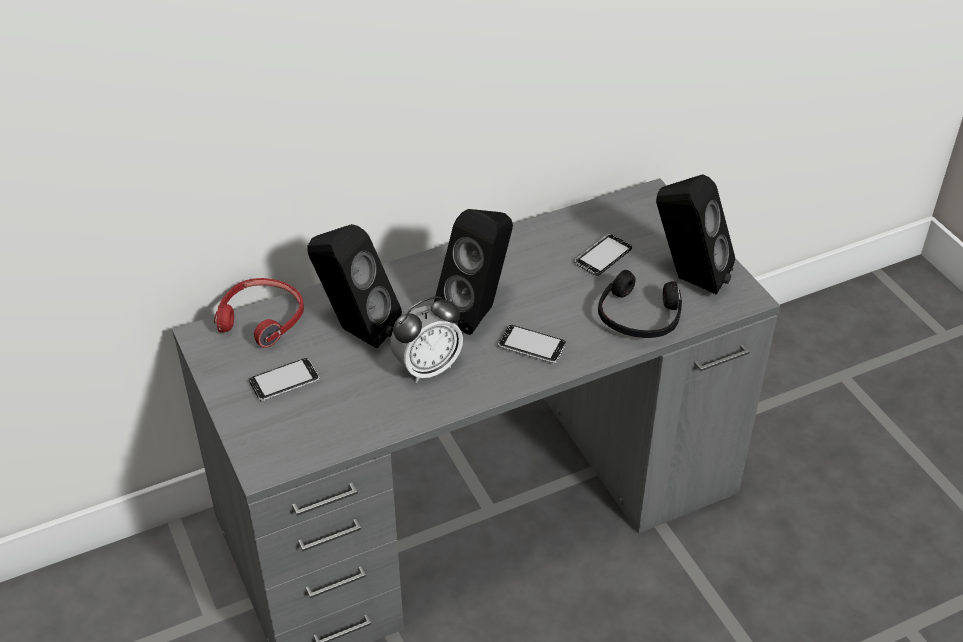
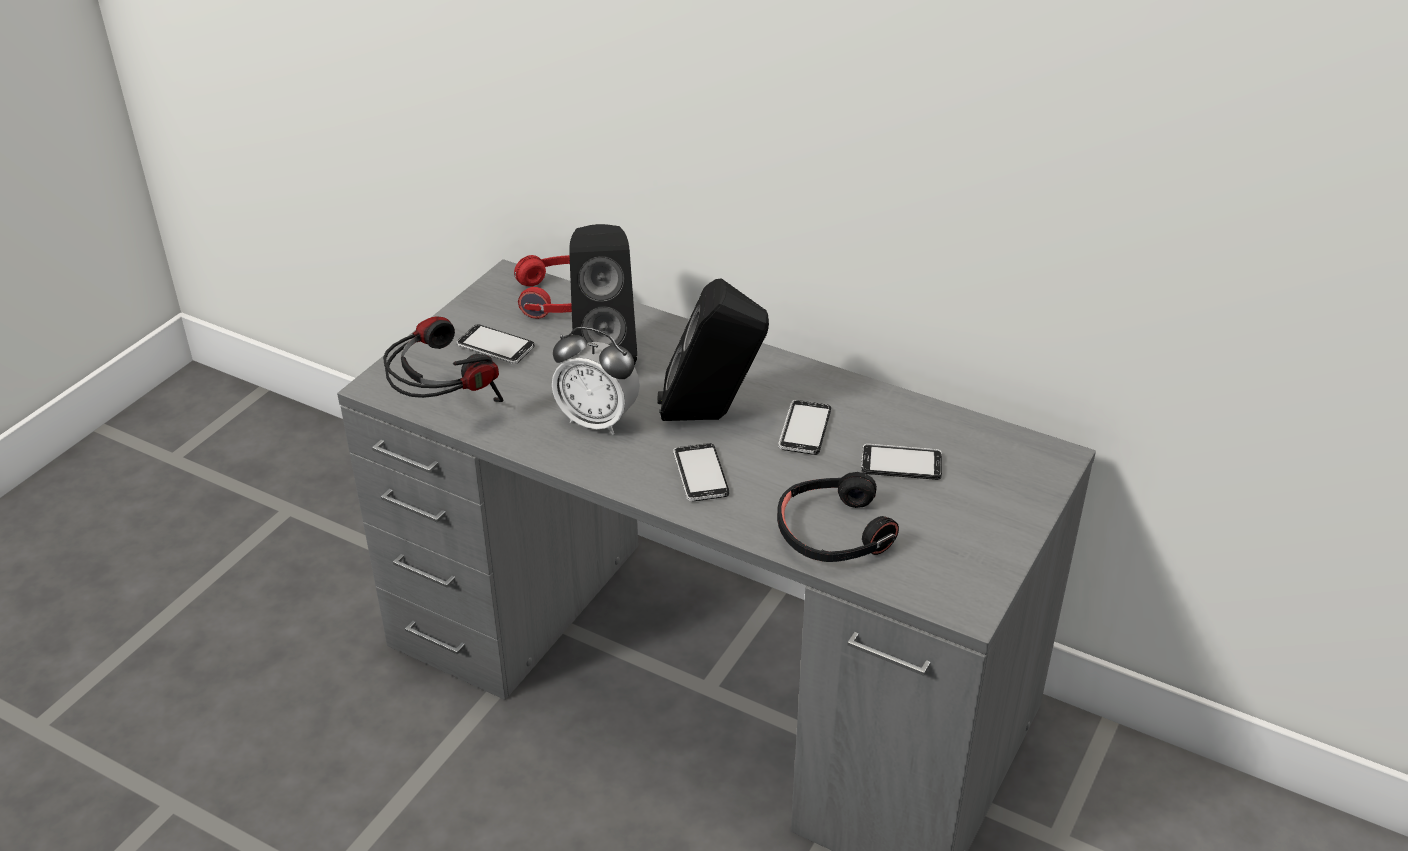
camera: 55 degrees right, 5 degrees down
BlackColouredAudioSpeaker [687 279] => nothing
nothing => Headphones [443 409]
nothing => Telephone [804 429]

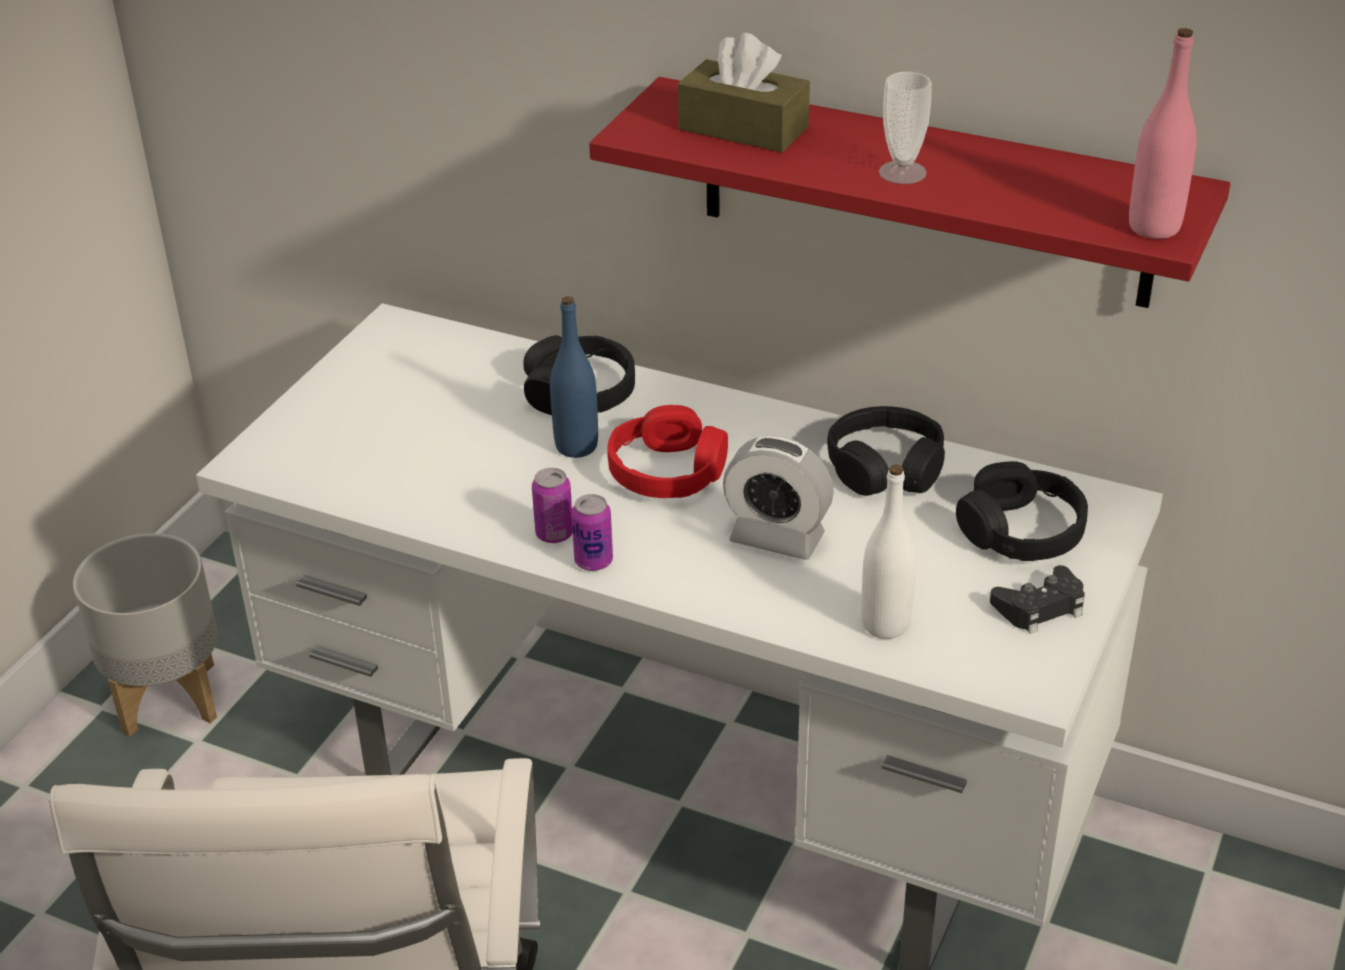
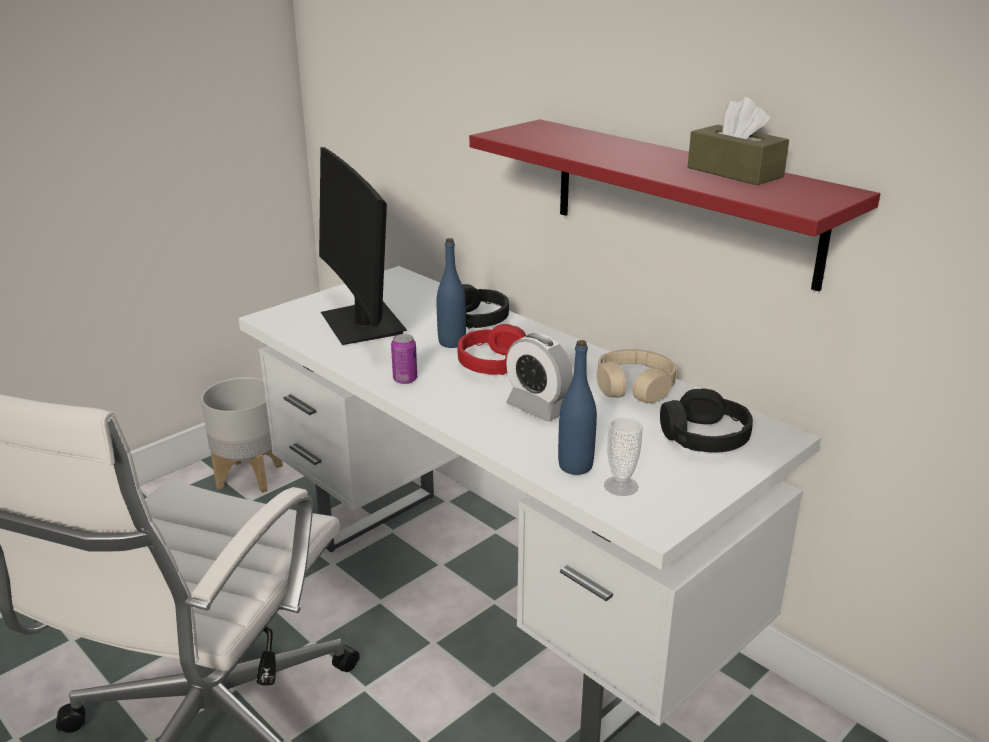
camera: 20 degrees right, 10 degrees down
Can [593 561] => nothing
BrownTissueBox [743 128] => BrownTissueBox [734 172], relocated
BlackColouredHeadphones [885 467] => BeigeHeadphones [634 387]
WhitishDrinkBottle [885 624] => BlueColouredDrinkBottle [575 466]
Cup [902 172] => Cup [621 486], relocated
BlackColouredGameController [1040 607] => nothing
PinkishDrinkBottle [1154 227] => nothing
nothing => Monitor [362 324]

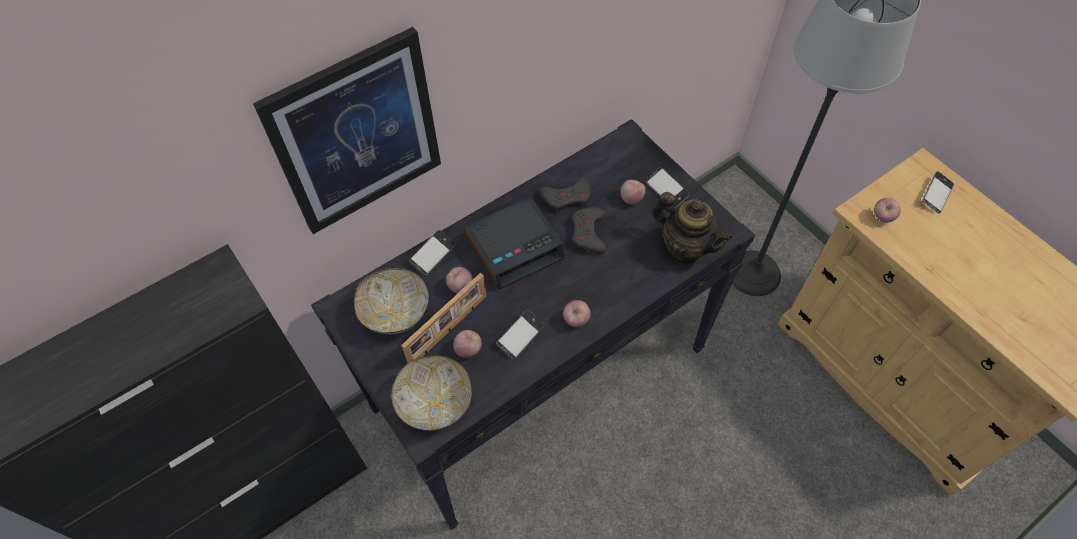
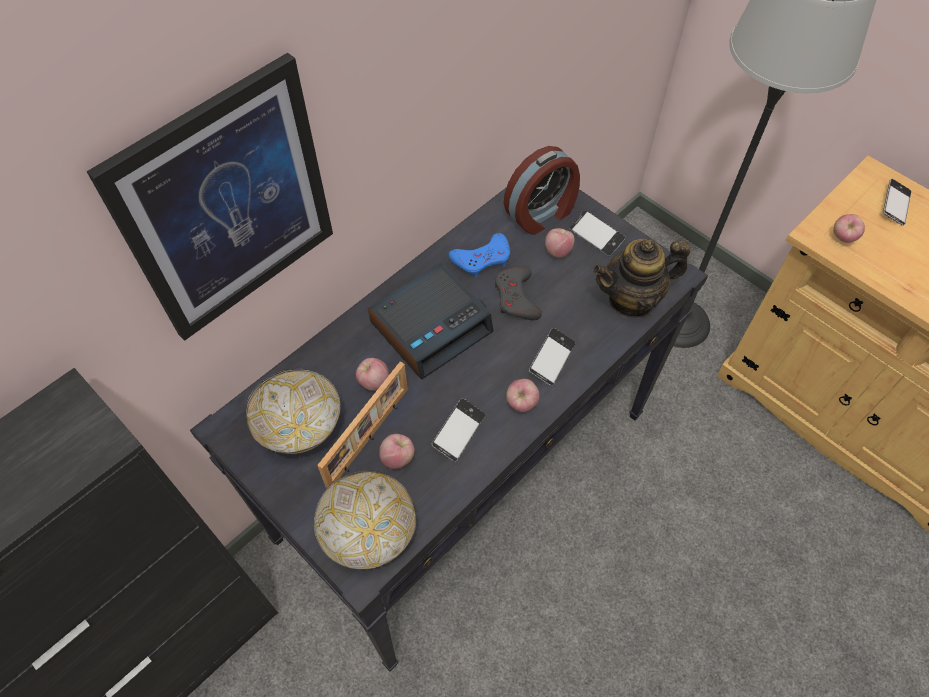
camera: 10 degrees left, 0 degrees up
Telephone [433 255] => Telephone [551 359], relocated
GreyishGameController [567 197] => BlueColouredGameController [482 259]
Teapot [685 247] => Teapot [632 300], 135 degrees clockwise
nothing => BedsideClock [541 213]

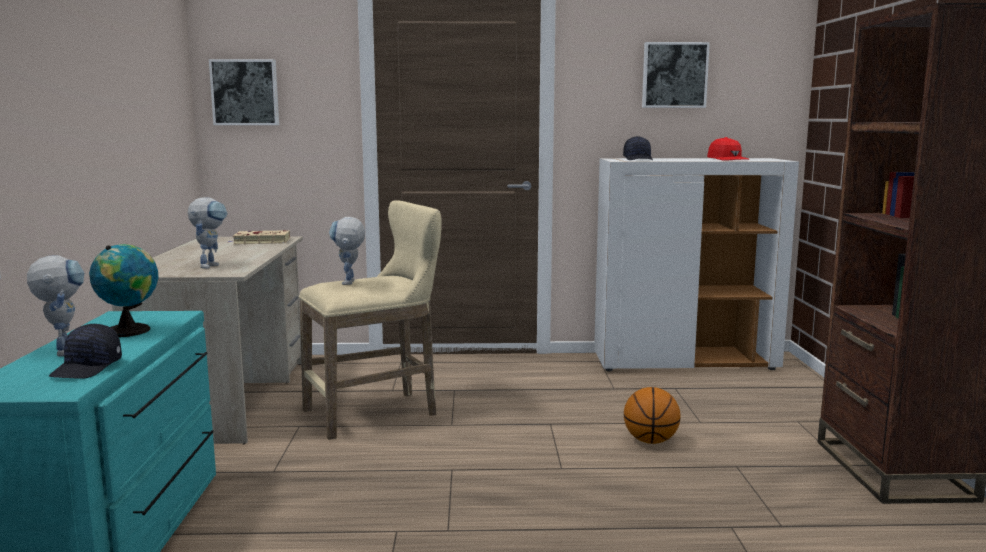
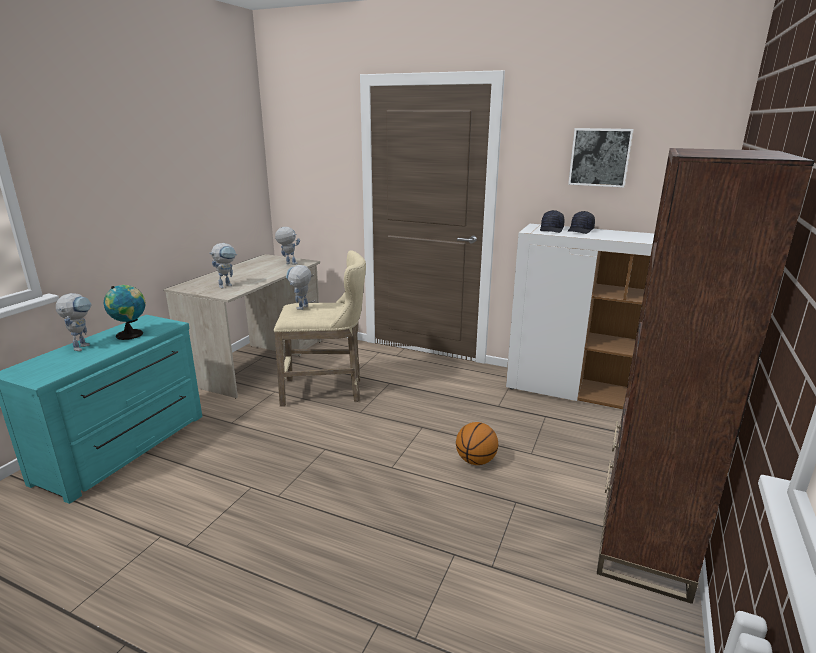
camera: 25 degrees right, 10 degrees up
BlackColouredPeakedCap [88 368] => BlackColouredPeakedCap [581 230], relocated
Picture [245 92] => nothing
BeigeBoundBook [260 241] => ModelRobot [288 263]
RedPeakedCap [727 159] => nothing

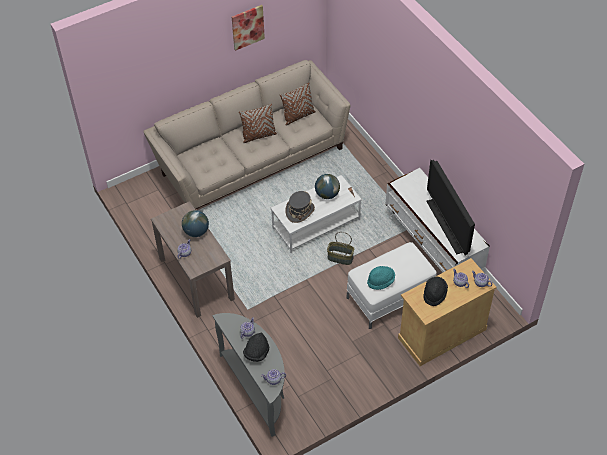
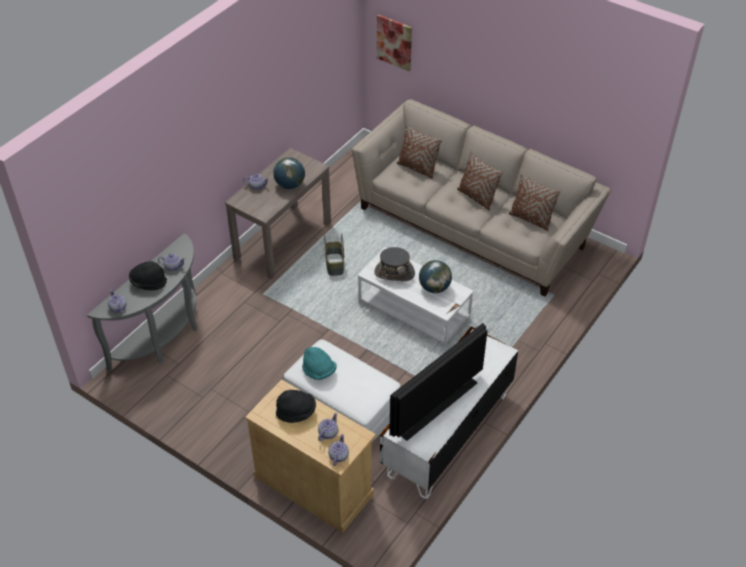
camera: 65 degrees right, 5 degrees down
Picture [247 27] => Picture [394 42], relocated
StorageBasket [340 258] => StorageBasket [334 264], relocated
nothing => BrownPillow [417 168]

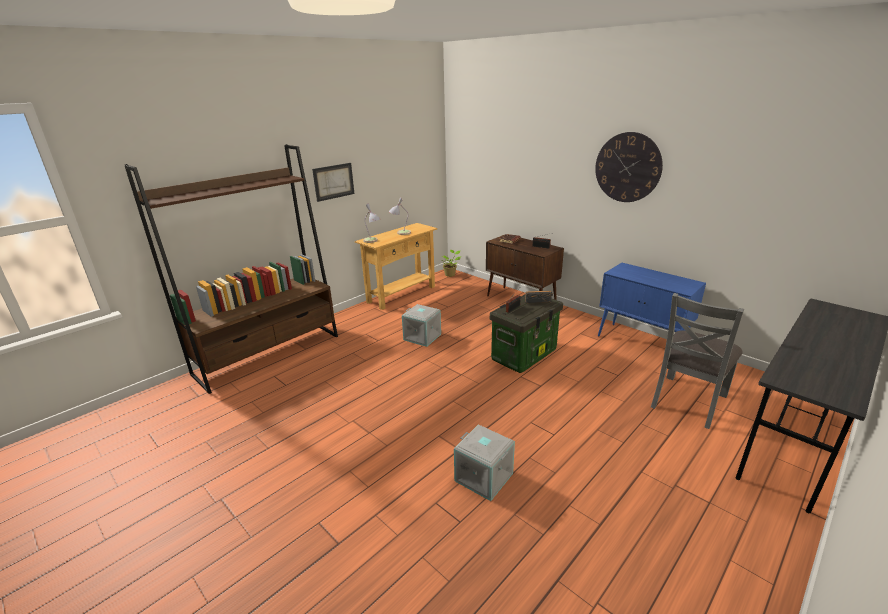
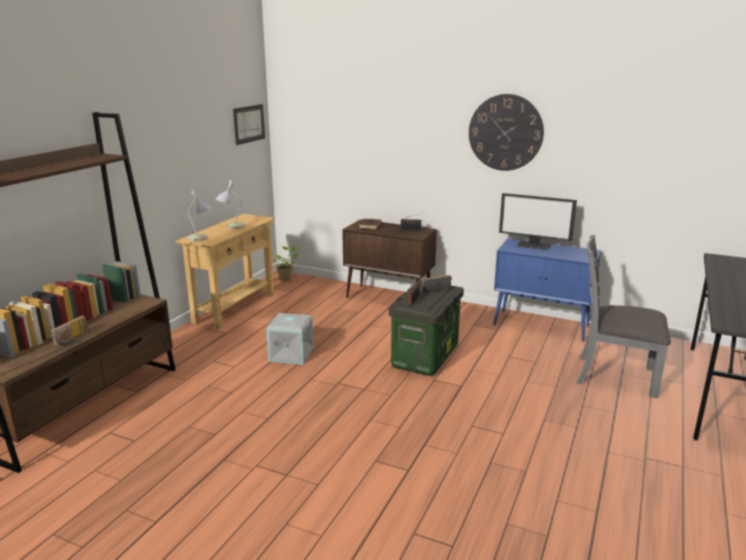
camera: 20 degrees left, 5 degrees down
Picture [333 181] => Picture [248 124], relocated
GreyishStorageBox [484 476] => nothing
GreyishPlainChair [688 401] => GreyishPlainChair [615 375], 90 degrees clockwise
nothing => Radio [72 339]
nothing => Monitor [534 245]

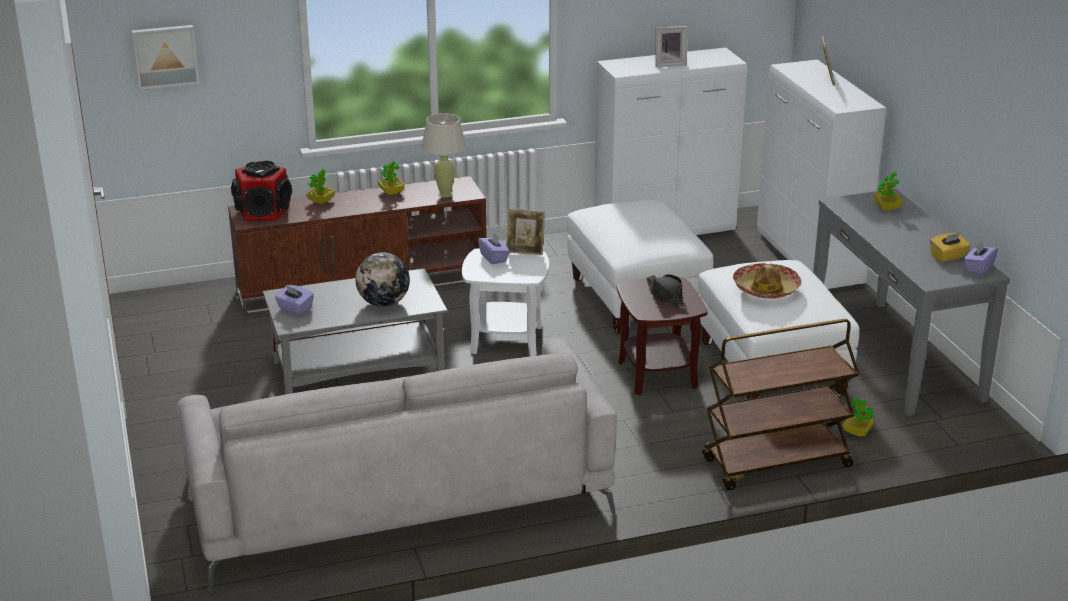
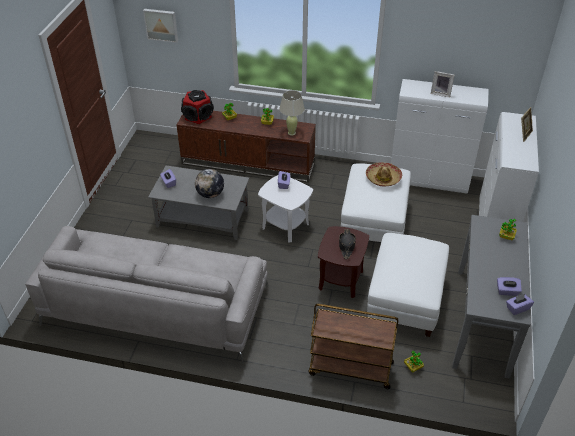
camera: 30 degrees right, 15 degrees up
PictureFrame [525 251] => nothing
Hat [766 289] => Hat [383 178], relocated
YellowishTissueBox [948 257] => PurplishTissueBox [507 291]

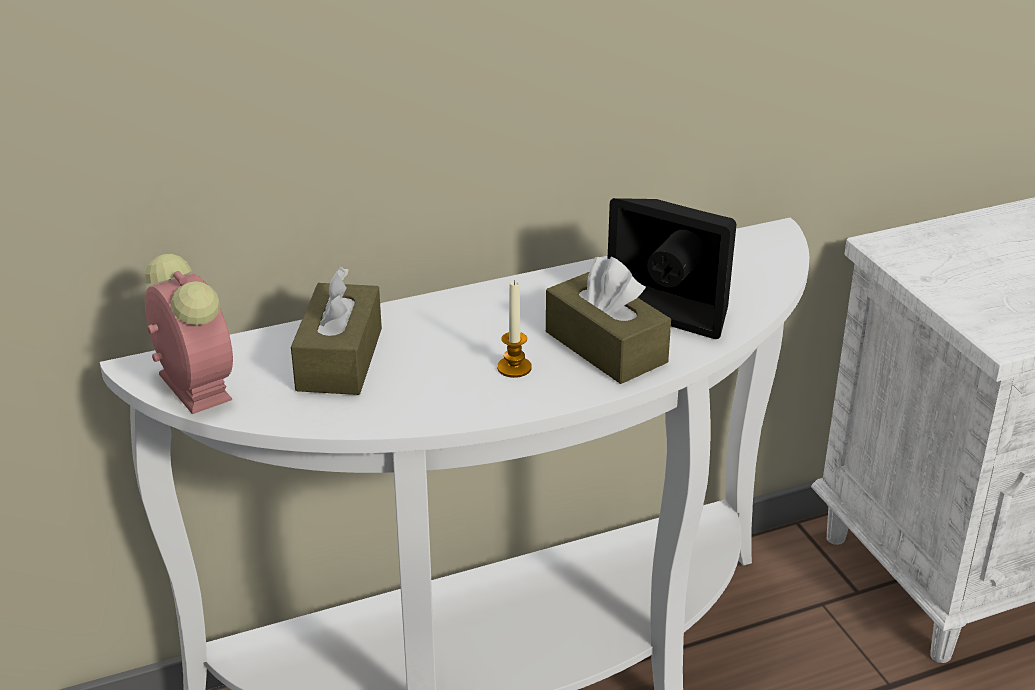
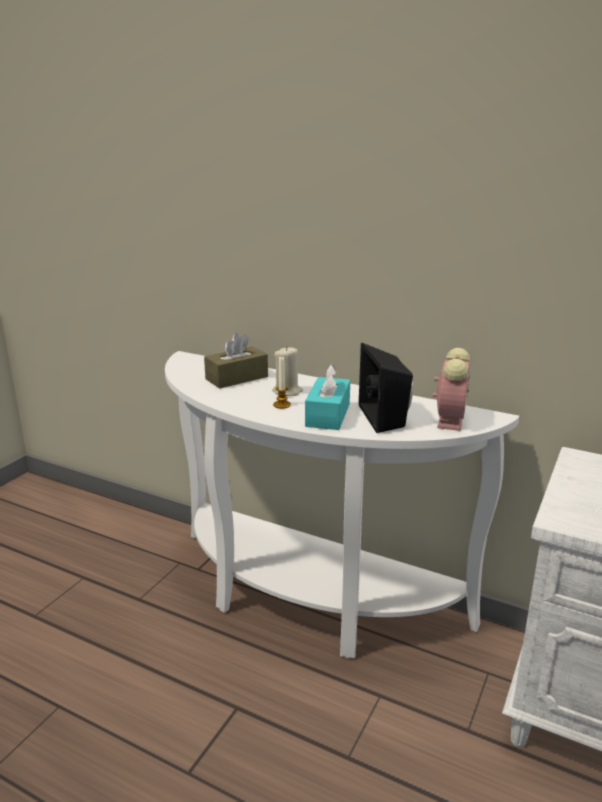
camera: 50 degrees right, 10 degrees down
BedsideClock [192 385] => BedsideClock [450 419], relocated
BrownTissueBox [605 347] => TurquoiseTissueBox [328 415]
nothing => BeigeCandle [287 391]

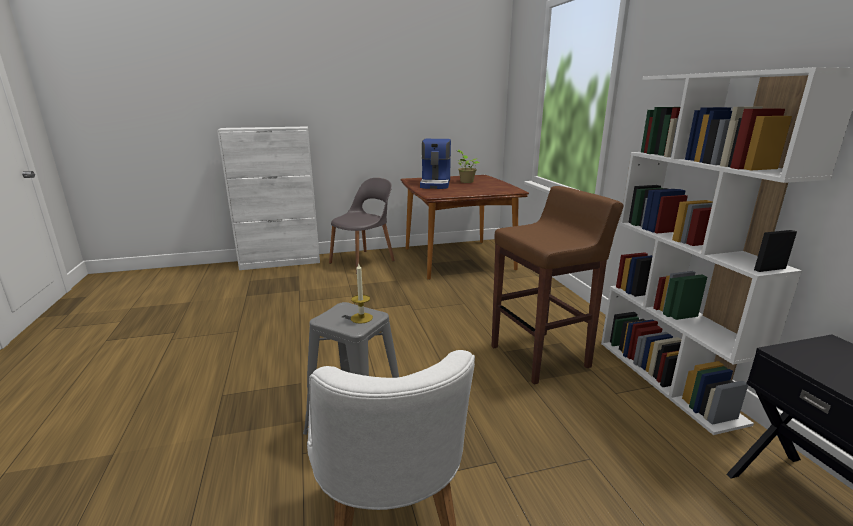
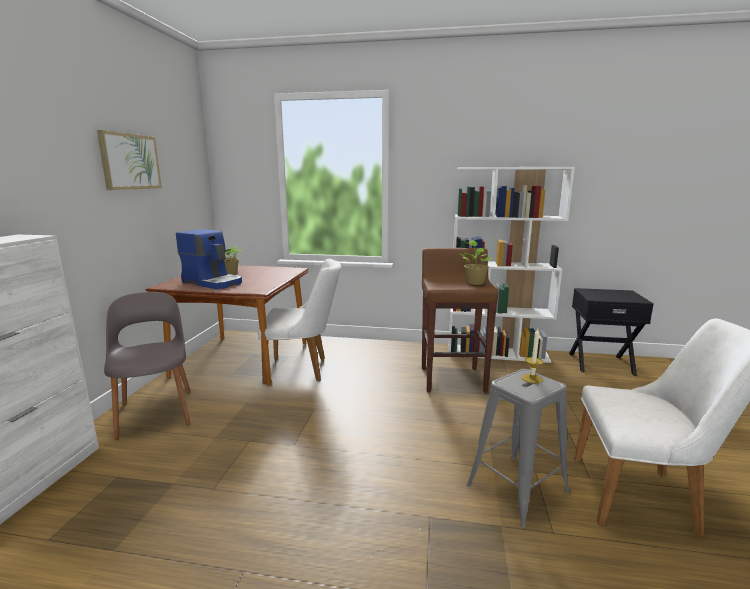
camera: 65 degrees left, 5 degrees down
nothing => Picture [130 161]
nothing => WhitishPlainChair [303 369]
nothing => PlantInAPot [474 282]

